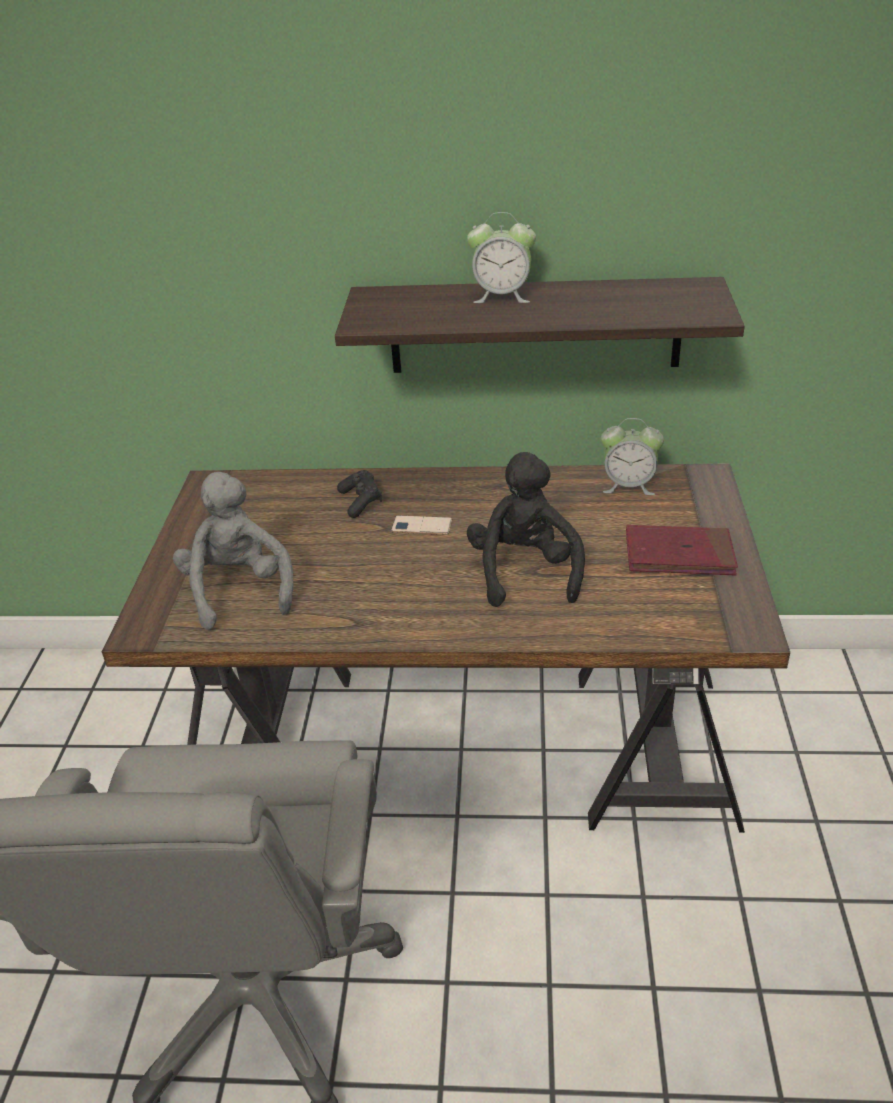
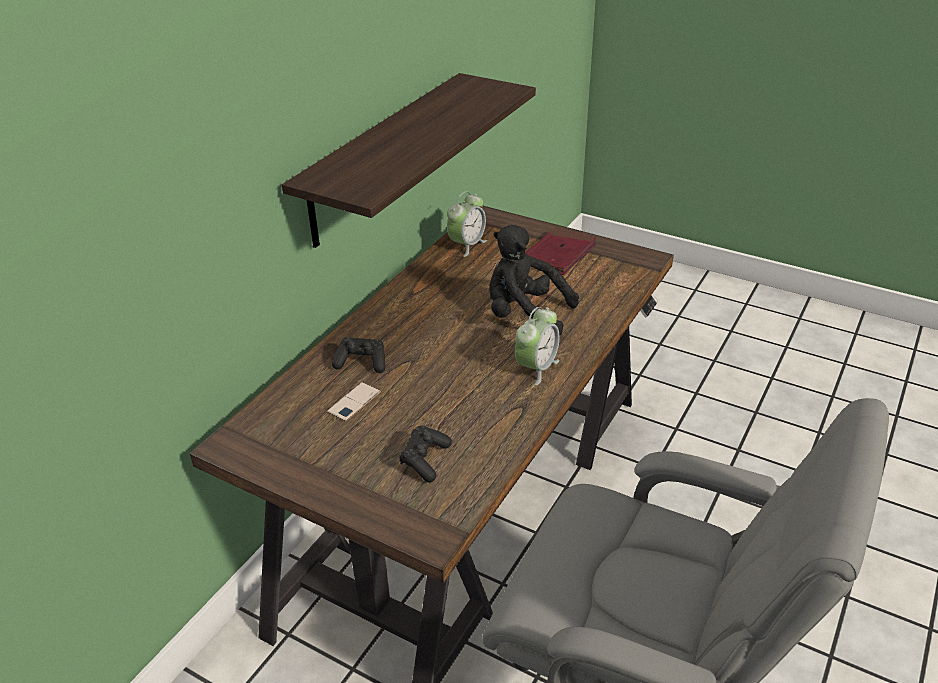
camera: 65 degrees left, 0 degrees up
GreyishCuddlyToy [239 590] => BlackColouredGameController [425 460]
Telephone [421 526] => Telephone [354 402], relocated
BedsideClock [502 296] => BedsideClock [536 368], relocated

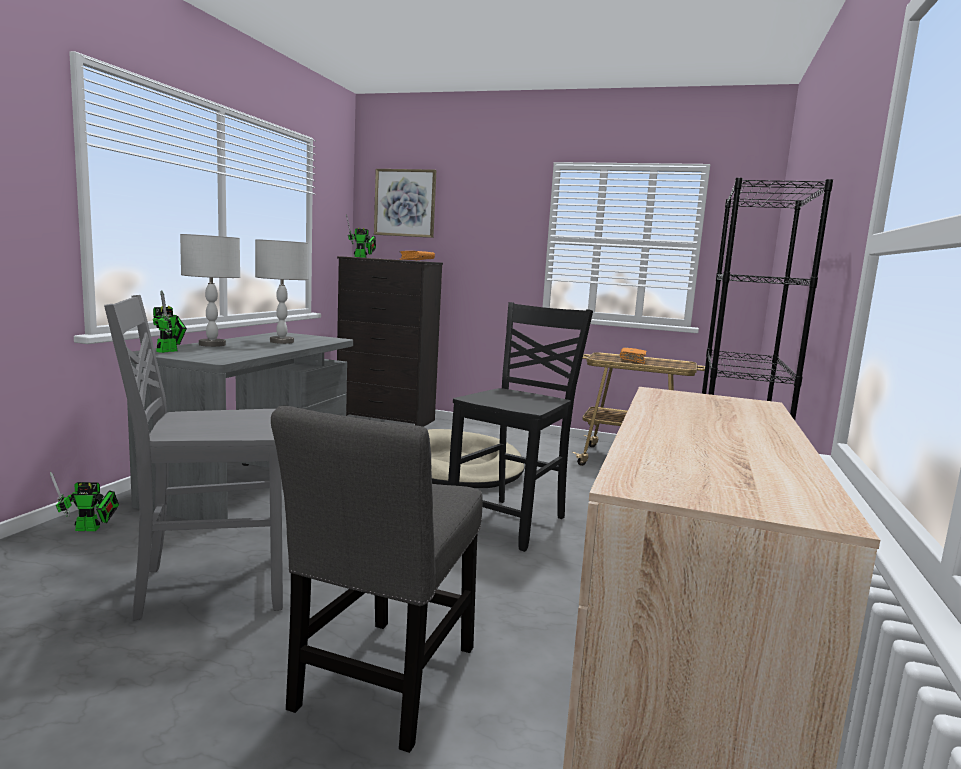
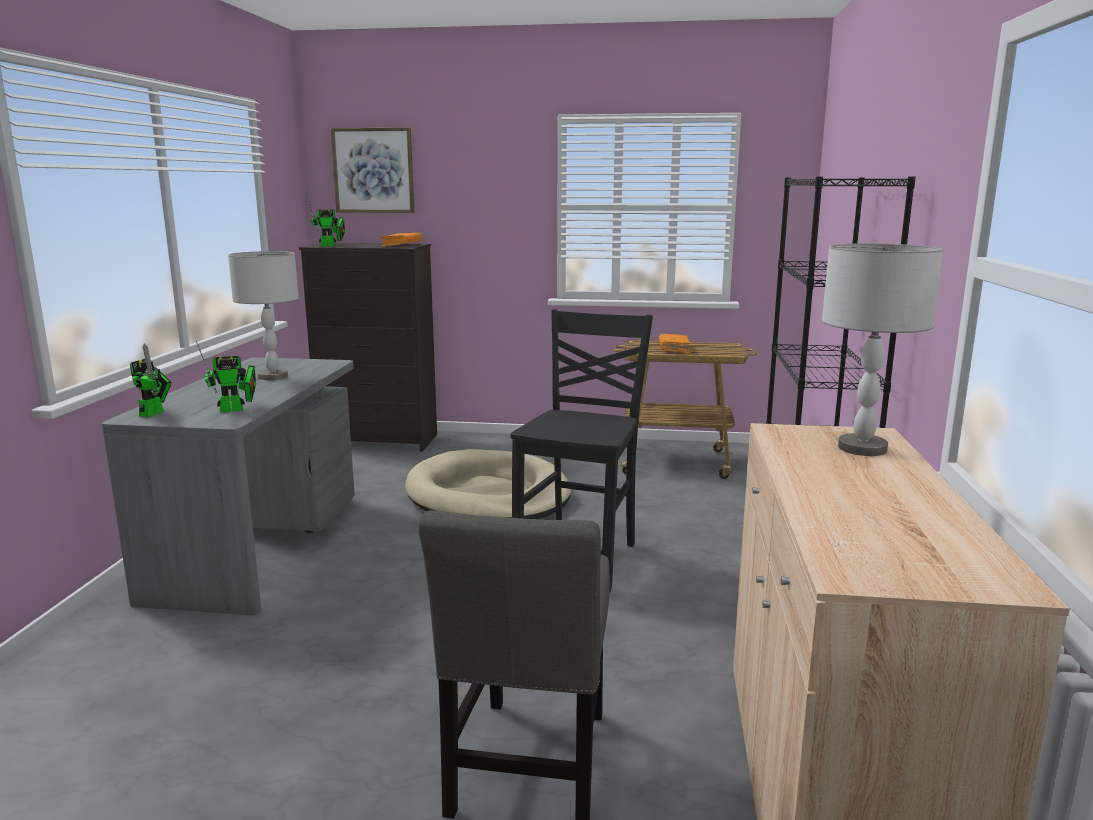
camera: 10 degrees left, 5 degrees up
ModelRobot [91 529] => ModelRobot [235 409], relocated
GreyishPlainChair [210 587] => nothing
GreyishTabletopLamp [212 345] => GreyishTabletopLamp [862 449], relocated

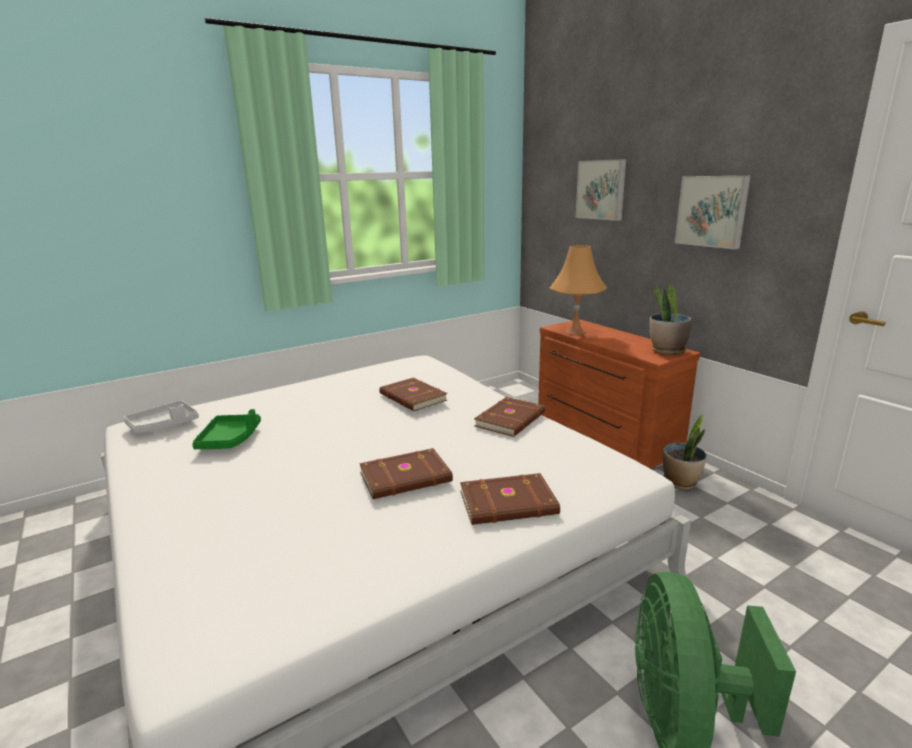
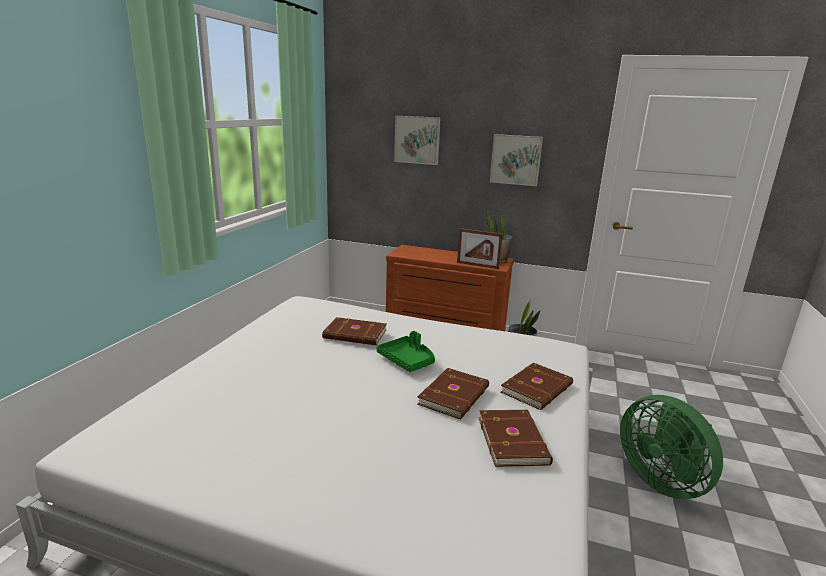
camera: 40 degrees left, 0 degrees up
GreyishTray [164 425] => nothing
GreenTray [230 439] => GreenTray [407 360], relocated
BrownBoundBook [511 420] => BrownBoundBook [514 440], relocated
OrangeyTabletopLamp [575 332] => nothing
nothing => PictureFrame [477 265]

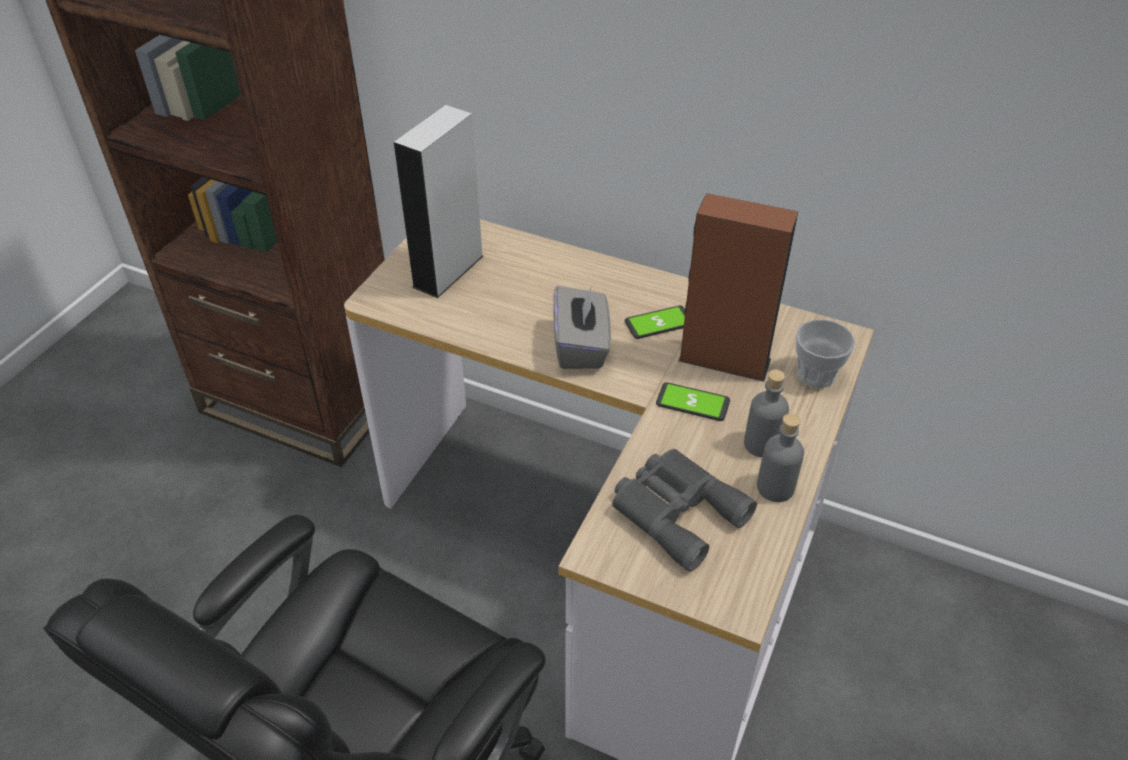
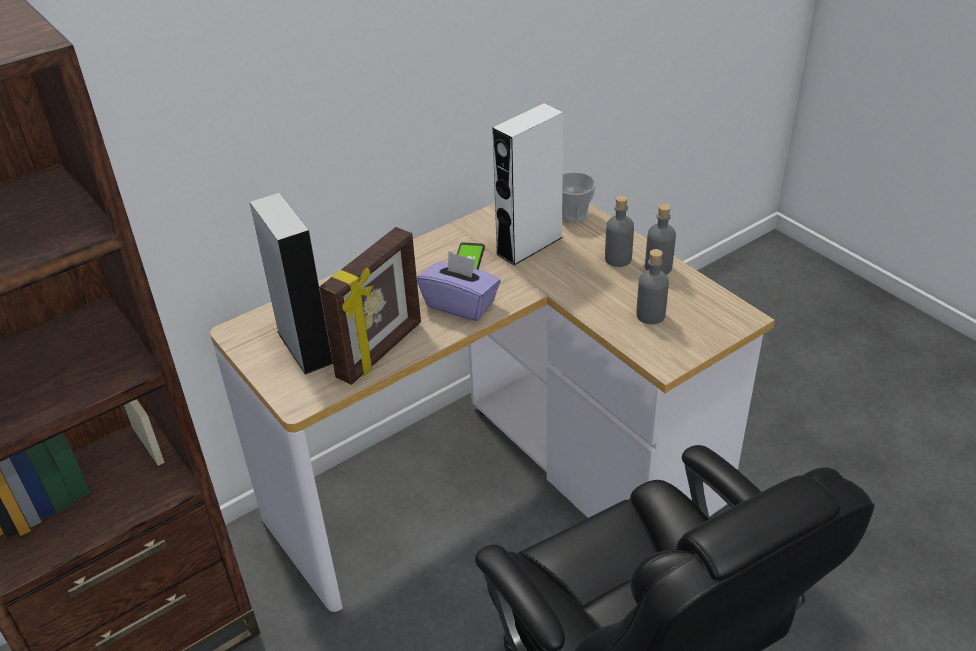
camera: 60 degrees left, 5 degrees down
GreyishTissueBox [581 346] => PurplishTissueBox [461 304]
GreyishPairOfBinoculars [675 510] => GreyishDrinkBottle [650 315]
Telephone [692 403] => nothing
BrownAudioSpeaker [724 359] => WhitishAudioSpeaker [529 245]
nothing => PictureFrame [381 351]

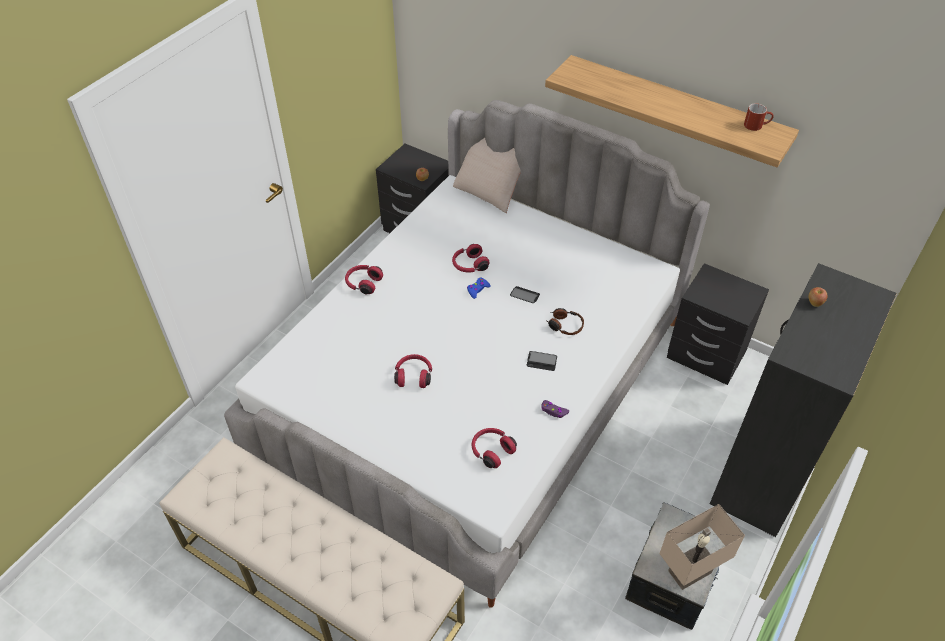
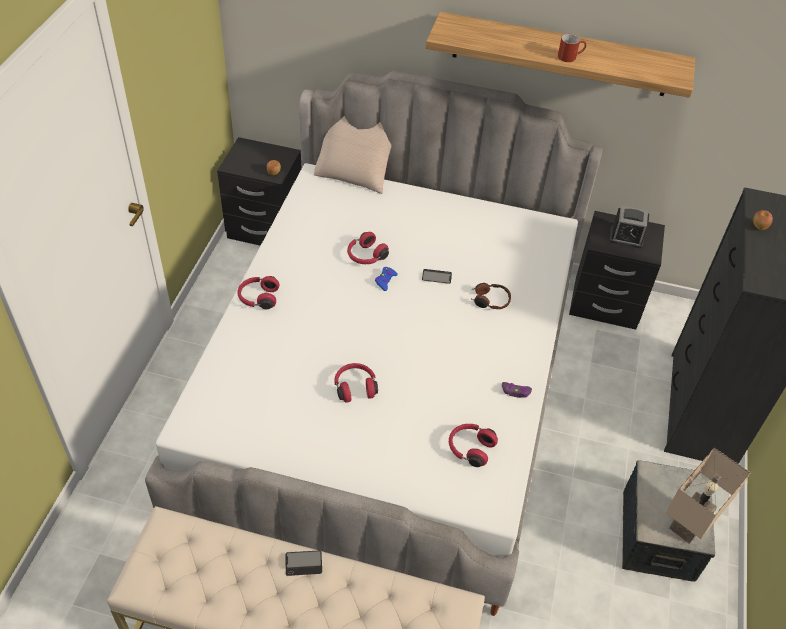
camera: 20 degrees left, 0 degrees up
Telephone [541 361] => Telephone [303 563], relocated
RedMug [756 125] => RedMug [570 56], relocated
nothing => BedsideClock [626 237]

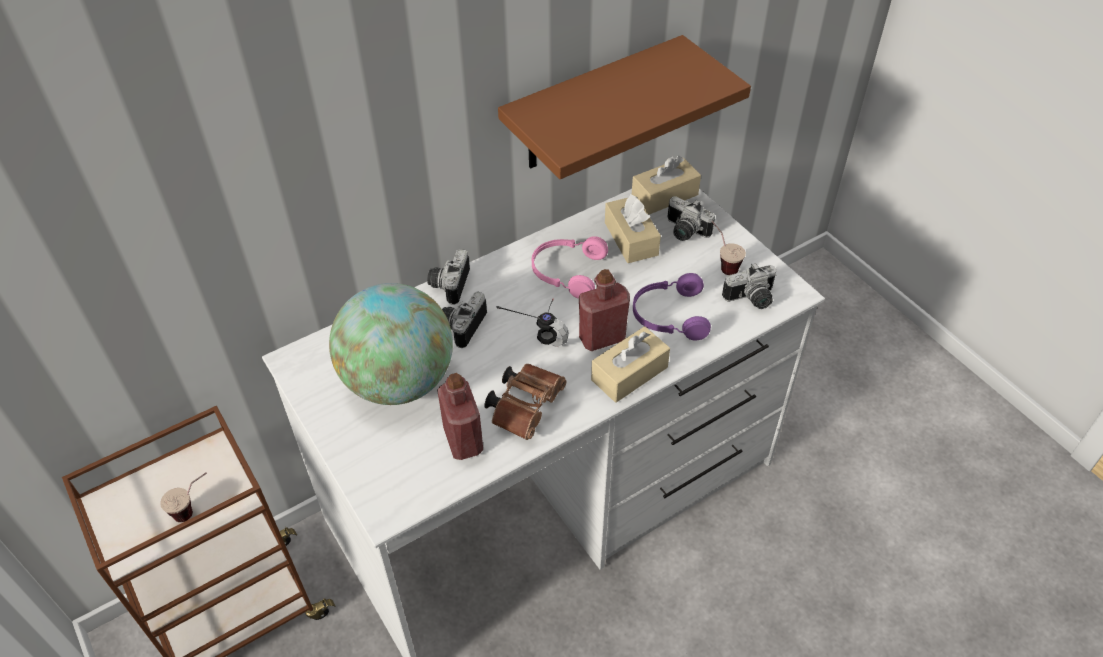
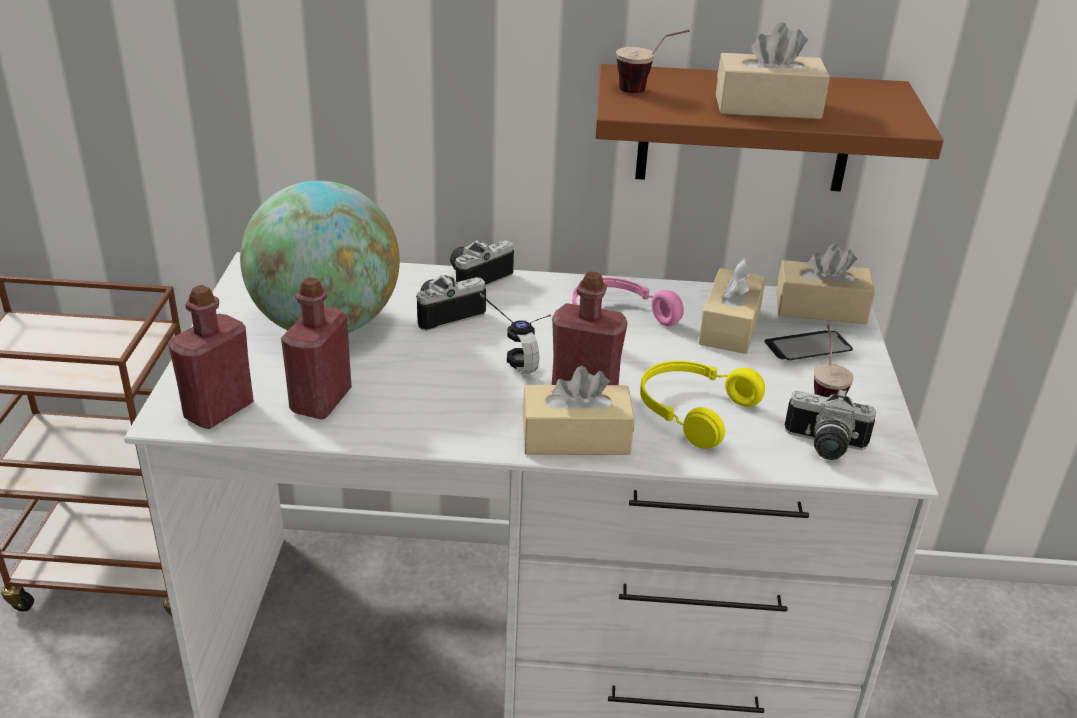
camera: 35 degrees right, 15 degrees down
Cup [194 509] => Cup [647 91], relocated
BrownPairOfBinoculars [526 406] => nothing
PurplishHeadphones [668 315] => YellowishHeadphones [692 410]
StillCamera [684 232] => Telephone [807 348]
nothing => RedDrinkBottle [219 410]
nothing => BeigeTissueBox [767 106]

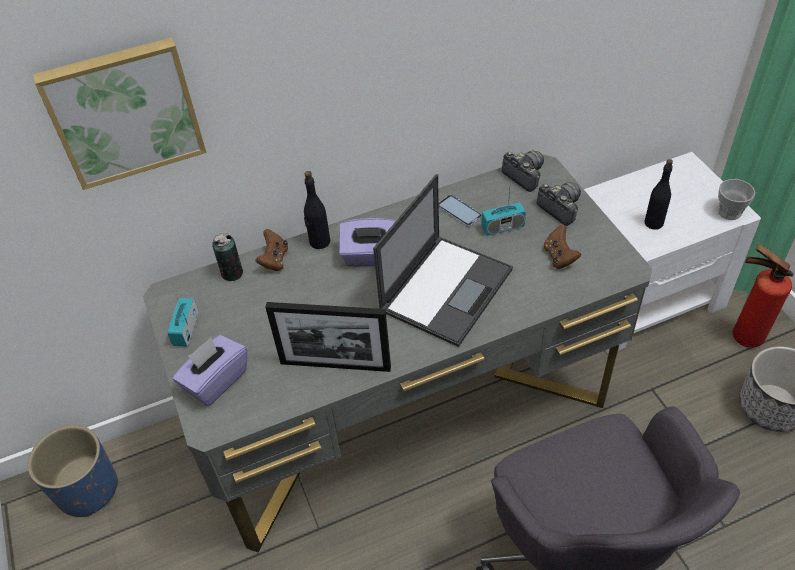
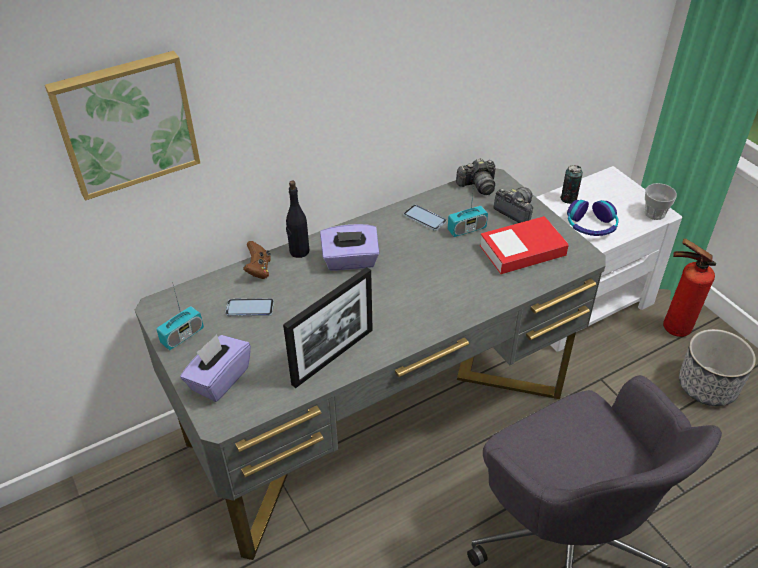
camera: 10 degrees left, 5 degrees down
BlueColouredPlantPot [88 490] => nothing
Radio [186 329] => Radio [182 336], 135 degrees counterclockwise
Can [232 273] => Can [568 199], relocated
PictureFrame [335 365] => PictureFrame [333 356], 45 degrees counterclockwise
Laptop [446 288] => nothing
StillCamera [524 176] => StillCamera [478 186], 120 degrees clockwise
BrownGameController [559 257] => BoundBook [522 251]
BlackColouredDrinkBottle [653 223] => Headphones [591 226]
nothing => Telephone [250 308]

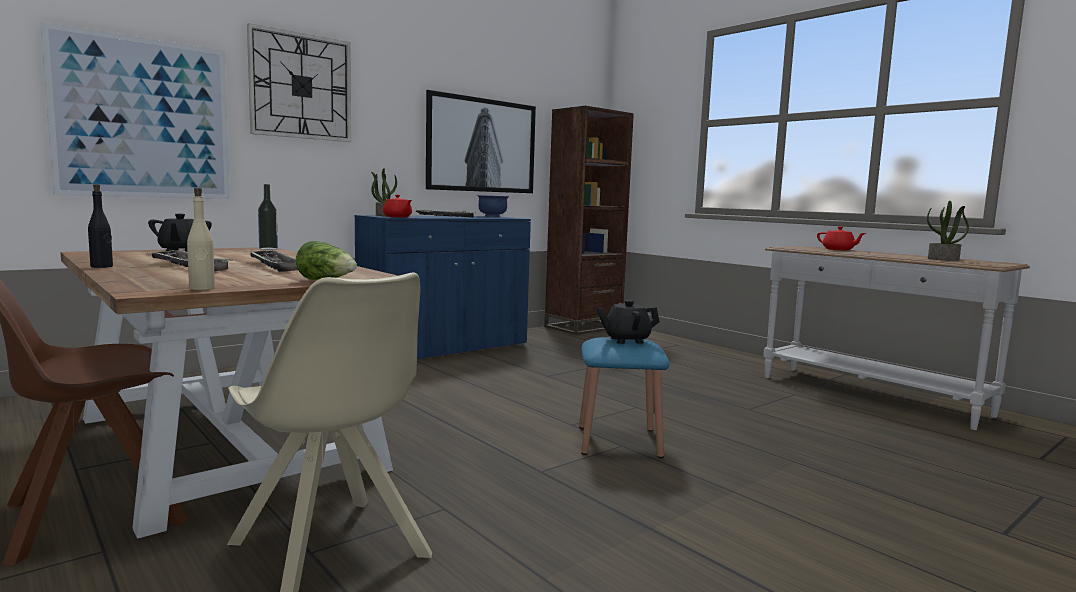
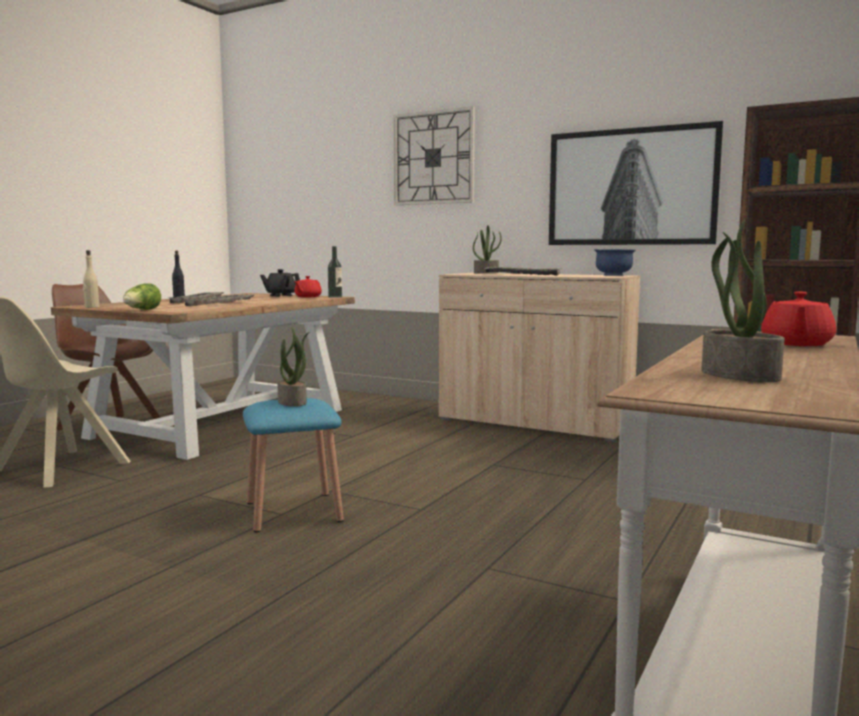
camera: 70 degrees right, 0 degrees up
Picture [143 118] => nothing
BlueColouredCabinet [445 349] => BeigeCabinet [534 423]
RedTeapot [397 217] => RedTeapot [307 297], relocated
BlackColouredTeapot [626 340] => PlantInAPot [293 402]

